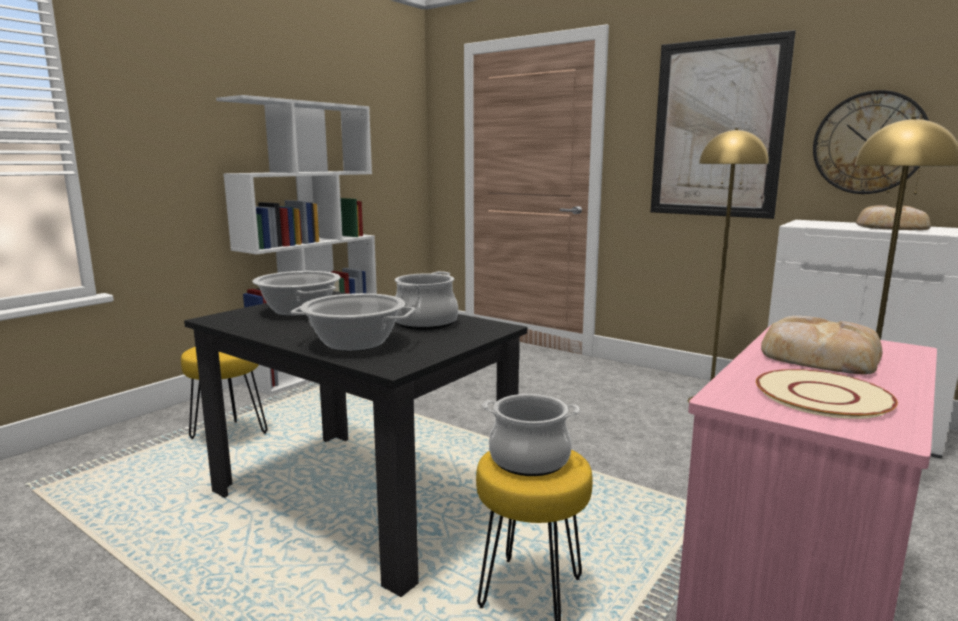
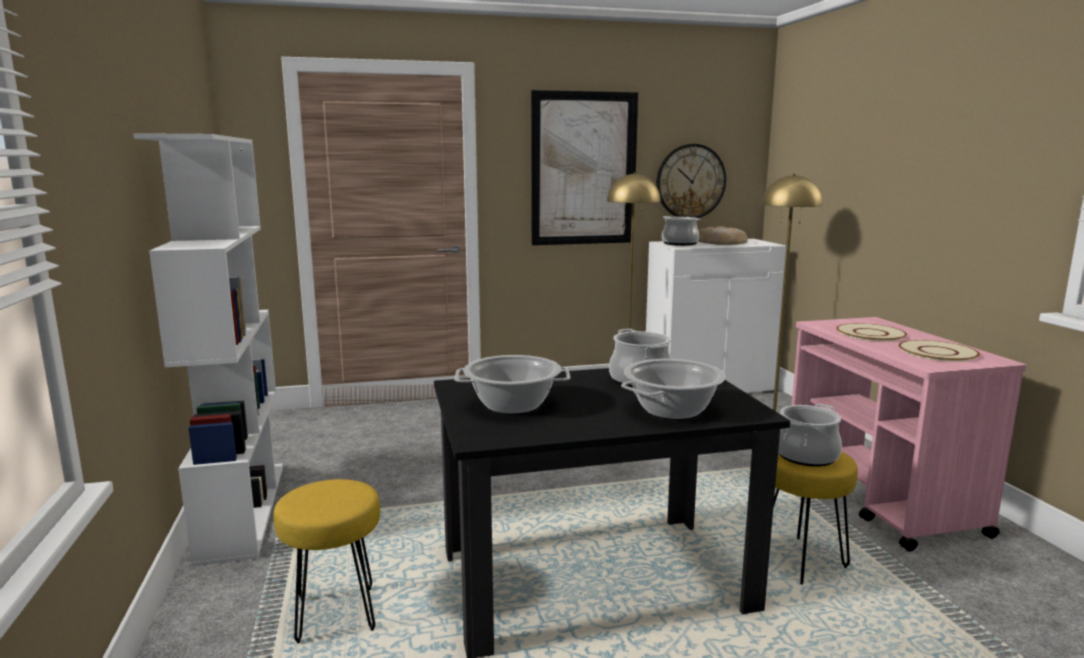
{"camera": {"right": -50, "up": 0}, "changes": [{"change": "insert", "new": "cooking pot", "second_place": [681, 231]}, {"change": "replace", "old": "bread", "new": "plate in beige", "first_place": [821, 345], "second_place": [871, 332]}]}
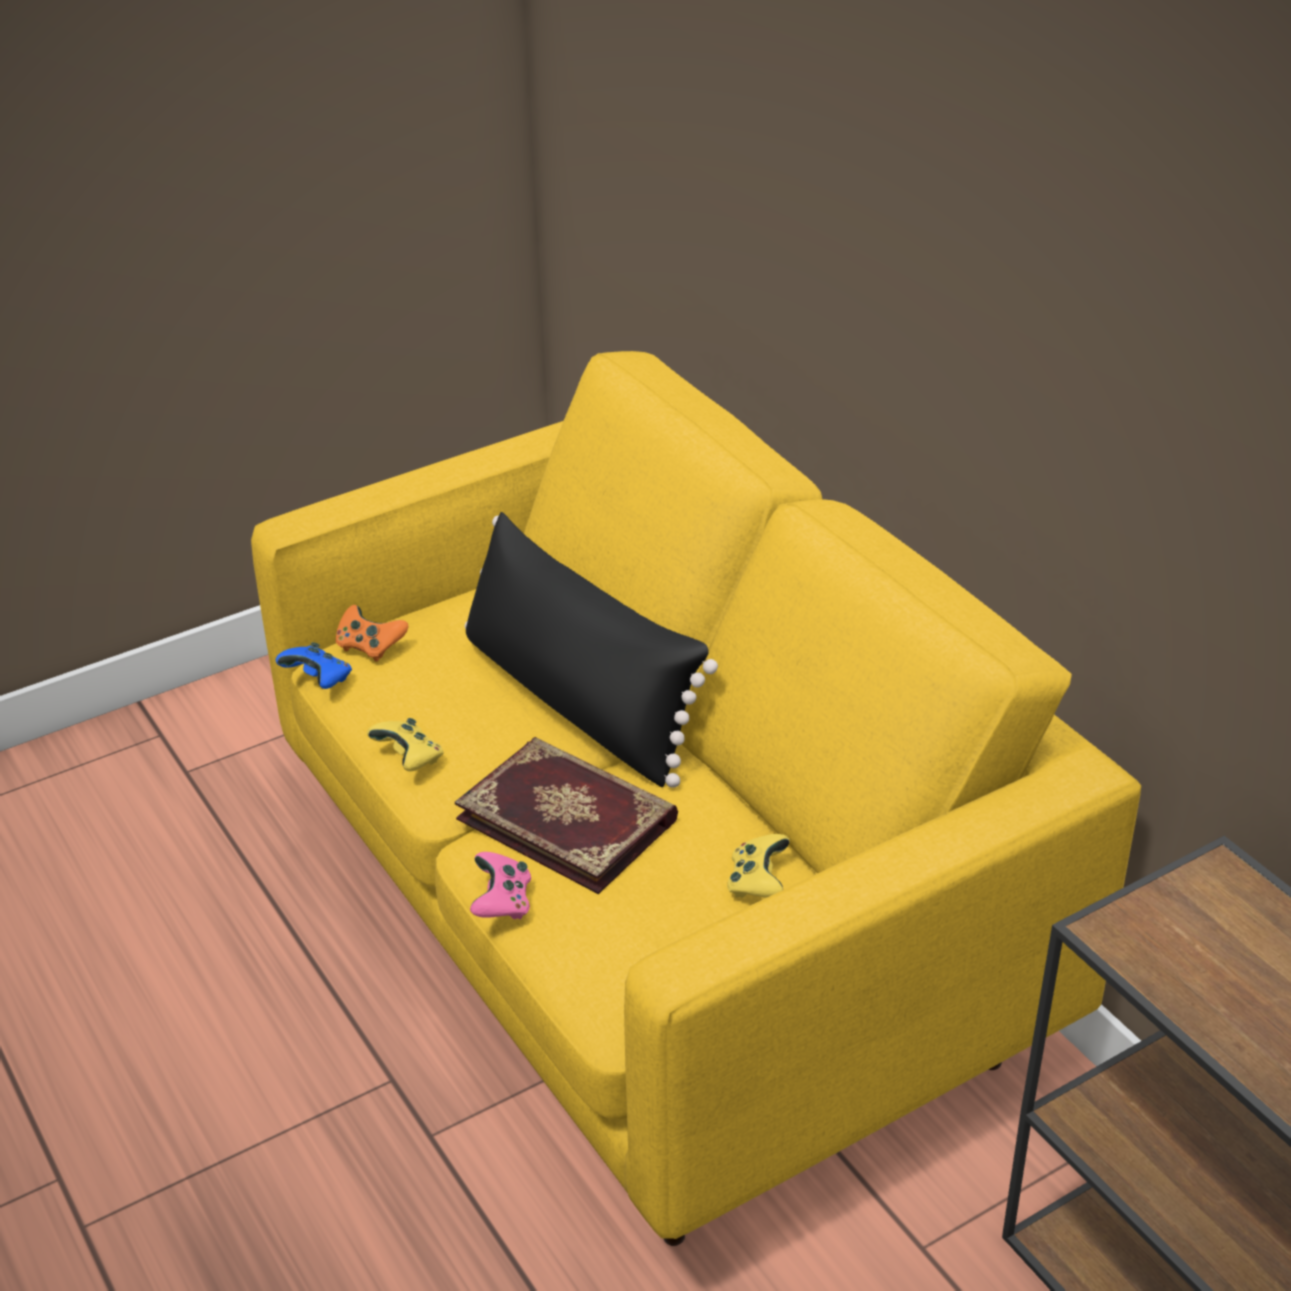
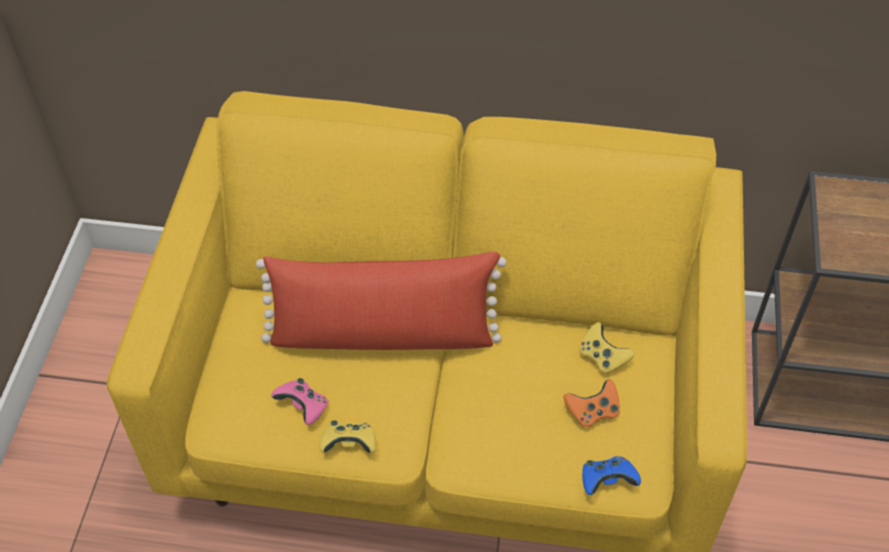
{"camera": {"right": -50, "up": 15}, "changes": [{"change": "recolor", "old": "pillow in black", "new": "pillow in red", "first_place": [591, 650], "second_place": [381, 301]}, {"change": "move", "old": "game controller in pink", "first_place": [500, 886], "second_place": [300, 401]}, {"change": "move", "old": "game controller in orange", "first_place": [372, 633], "second_place": [592, 403]}, {"change": "move", "old": "game controller in blue", "first_place": [314, 665], "second_place": [611, 475]}, {"change": "delete", "old": "book", "first_place": [566, 815]}]}
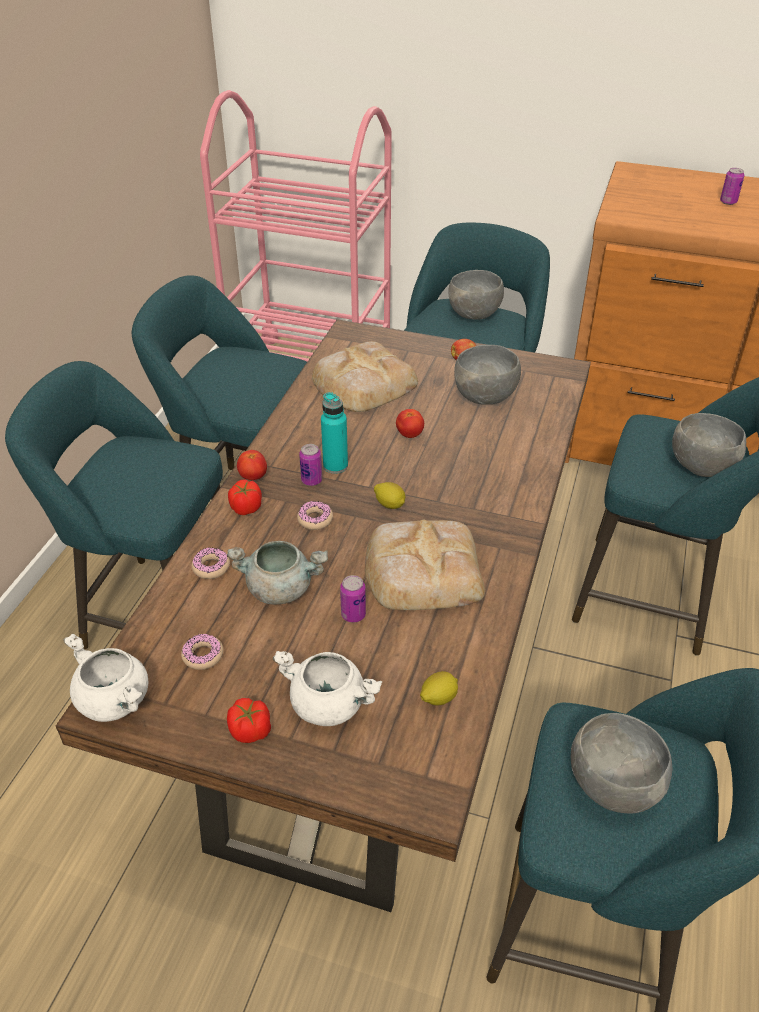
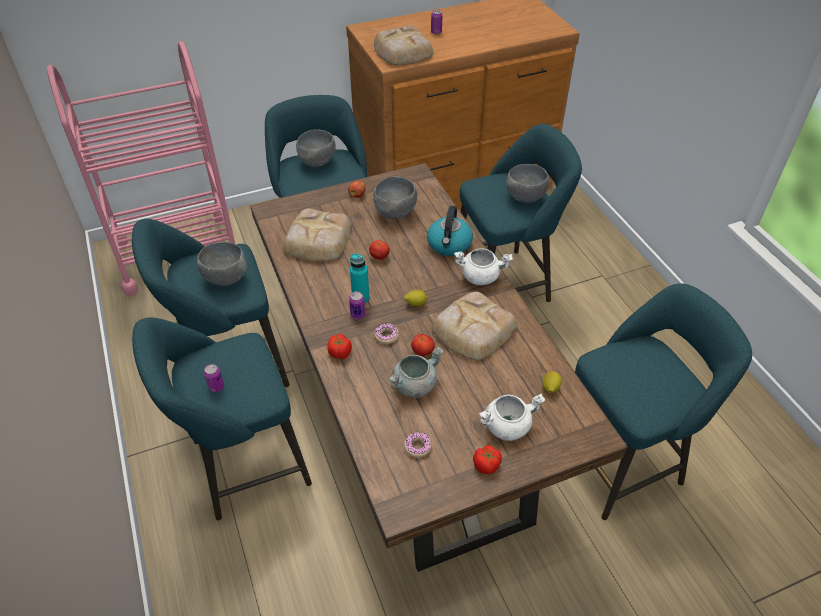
{"camera": {"right": -40, "up": 5}, "changes": [{"change": "move", "old": "bowl in grey", "first_place": [621, 763], "second_place": [222, 264]}, {"change": "move", "old": "can", "first_place": [353, 599], "second_place": [214, 378]}, {"change": "insert", "new": "bread", "second_place": [404, 45]}, {"change": "move", "old": "tomato", "first_place": [252, 465], "second_place": [423, 345]}, {"change": "insert", "new": "kettle", "second_place": [450, 231]}, {"change": "move", "old": "cooking pot in white", "first_place": [105, 678], "second_place": [483, 266]}, {"change": "delete", "old": "donut", "first_place": [211, 563]}]}
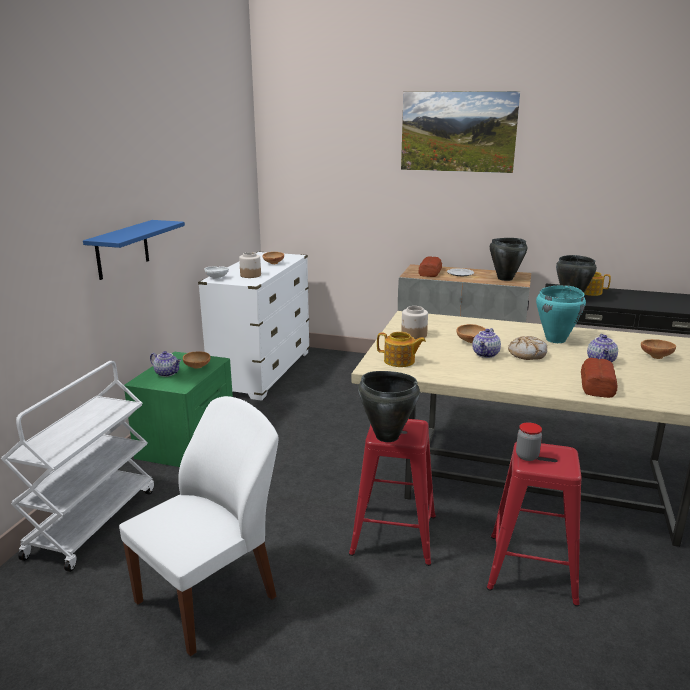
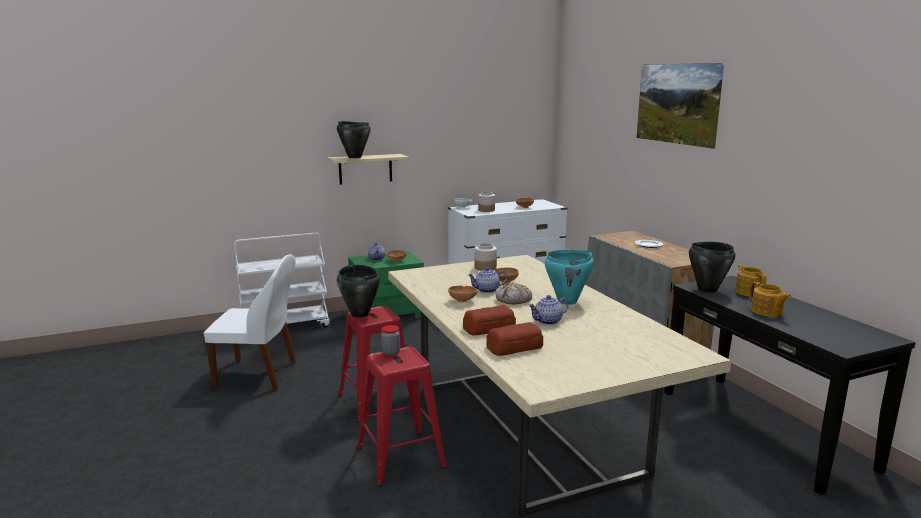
{"camera": {"right": 50, "up": -5}, "changes": [{"change": "recolor", "old": "shelf in blue", "new": "shelf in beige", "first_place": [134, 250], "second_place": [368, 169]}, {"change": "move", "old": "cooking pot in black", "first_place": [508, 259], "second_place": [354, 139]}, {"change": "move", "old": "bowl in brown", "first_place": [658, 349], "second_place": [462, 294]}, {"change": "move", "old": "bread", "first_place": [430, 266], "second_place": [514, 339]}, {"change": "move", "old": "teapot", "first_place": [401, 349], "second_place": [770, 299]}]}
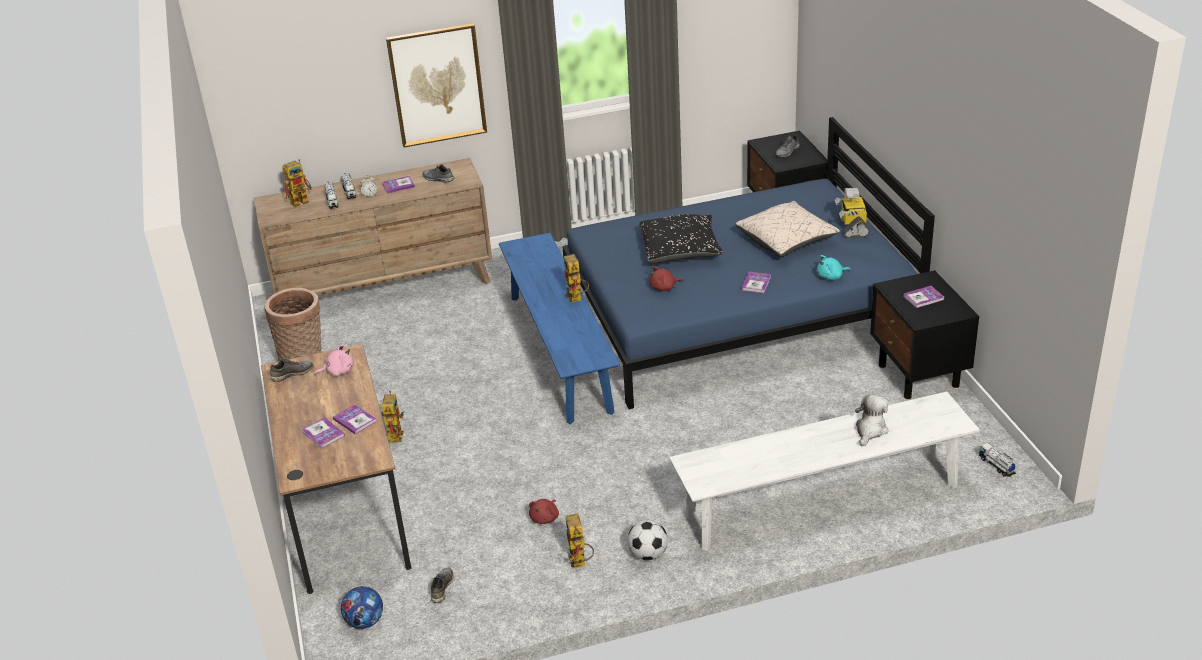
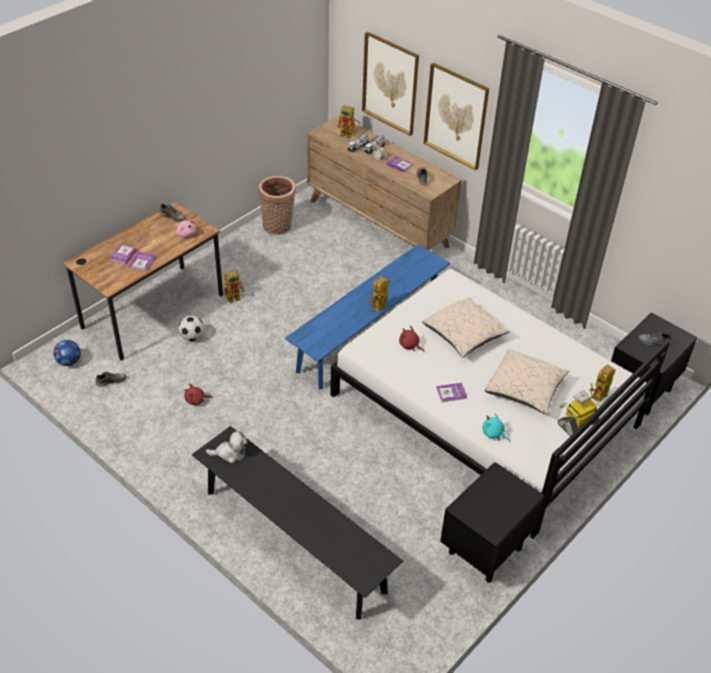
{"camera": {"right": 55, "up": 10}, "changes": [{"change": "move", "old": "football", "first_place": [648, 540], "second_place": [191, 328]}, {"change": "recolor", "old": "bench in white", "new": "bench in black", "first_place": [824, 471], "second_place": [297, 523]}, {"change": "move", "old": "plush toy", "first_place": [871, 420], "second_place": [227, 447]}, {"change": "recolor", "old": "bed in blue", "new": "bed in white", "first_place": [748, 263], "second_place": [500, 404]}, {"change": "insert", "new": "picture", "second_place": [390, 84]}, {"change": "recolor", "old": "pillow in black", "new": "pillow in beige", "first_place": [681, 239], "second_place": [466, 328]}, {"change": "move", "old": "toy robot", "first_place": [580, 540], "second_place": [602, 383]}, {"change": "delete", "old": "book", "first_place": [923, 297]}, {"change": "delete", "old": "toy truck", "first_place": [997, 460]}]}
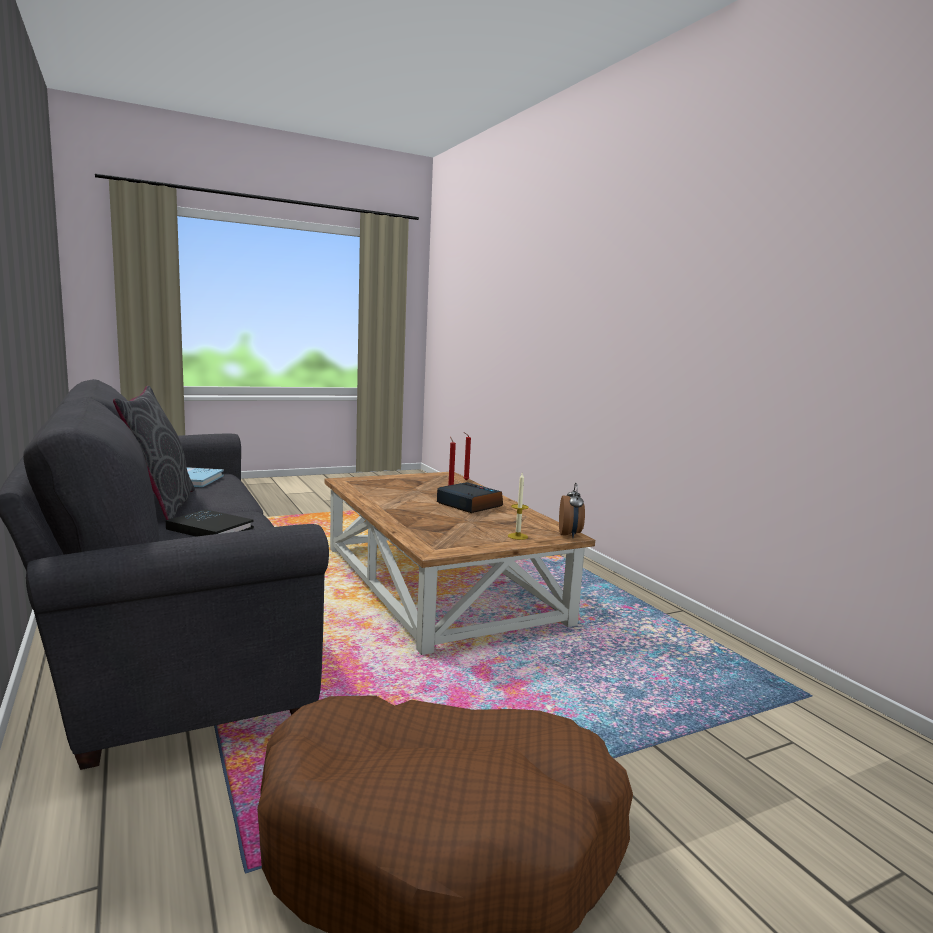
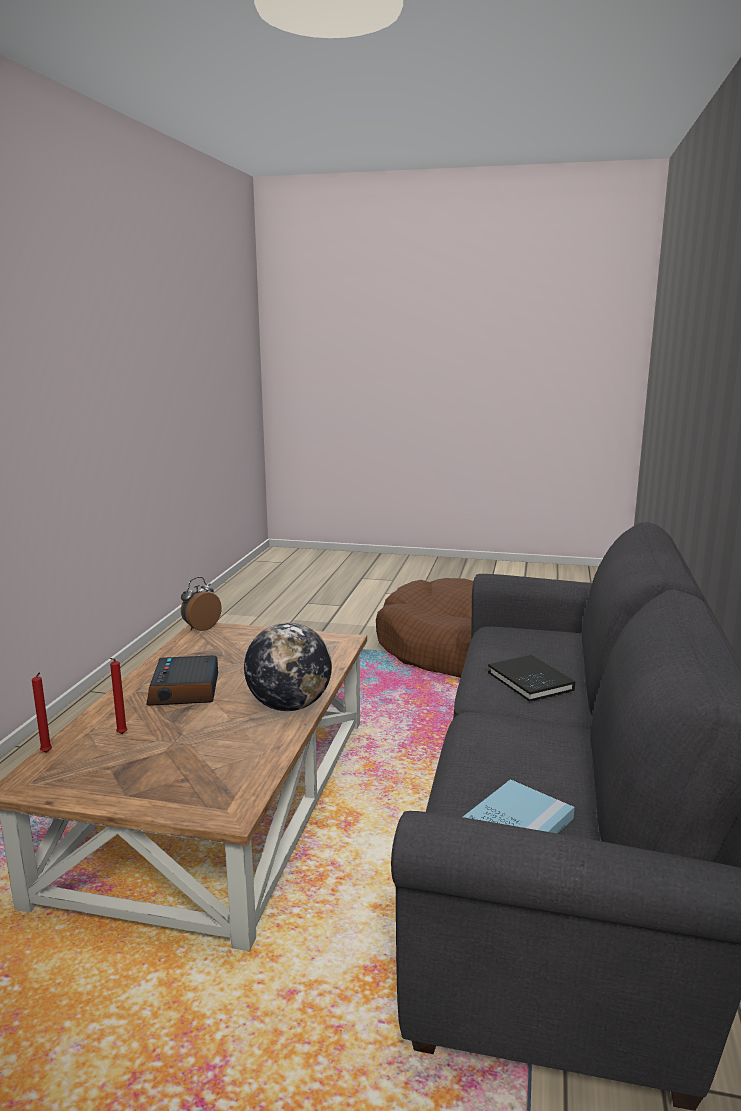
{"camera": {"right": -140, "up": 5}, "changes": [{"change": "insert", "new": "globe", "second_place": [288, 667]}, {"change": "delete", "old": "pillow in grey", "first_place": [154, 453]}, {"change": "delete", "old": "candle", "first_place": [518, 506]}]}
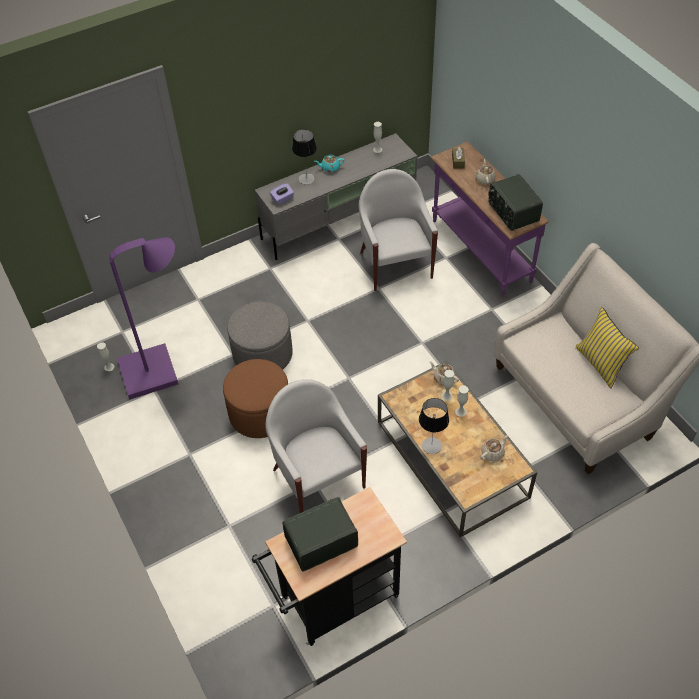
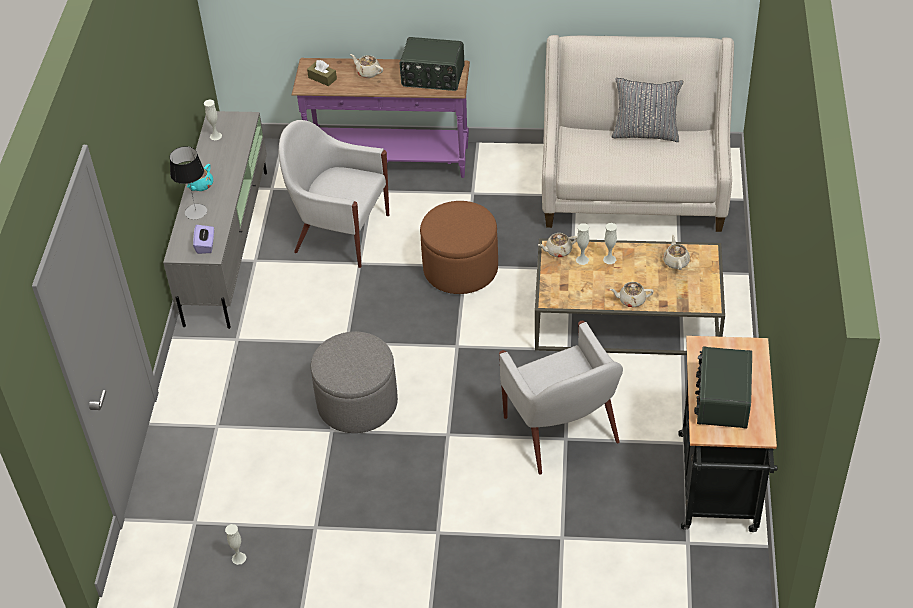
{"camera": {"right": -55, "up": -5}, "changes": [{"change": "move", "old": "ottoman in brown", "first_place": [255, 398], "second_place": [459, 247]}, {"change": "rotate", "old": "armchair in white", "first_place": [316, 446], "second_place": [561, 398], "degrees": -120}, {"change": "replace", "old": "table lamp", "new": "teapot in beige", "first_place": [434, 426], "second_place": [632, 294]}, {"change": "recolor", "old": "pillow in yellow", "new": "pillow in grey", "first_place": [607, 348], "second_place": [648, 110]}, {"change": "delete", "old": "floor lamp in purple", "first_place": [143, 318]}]}
